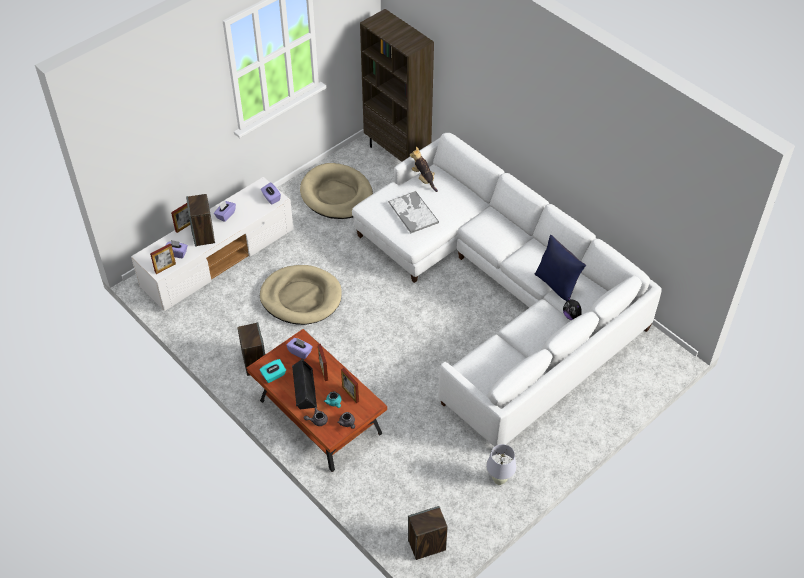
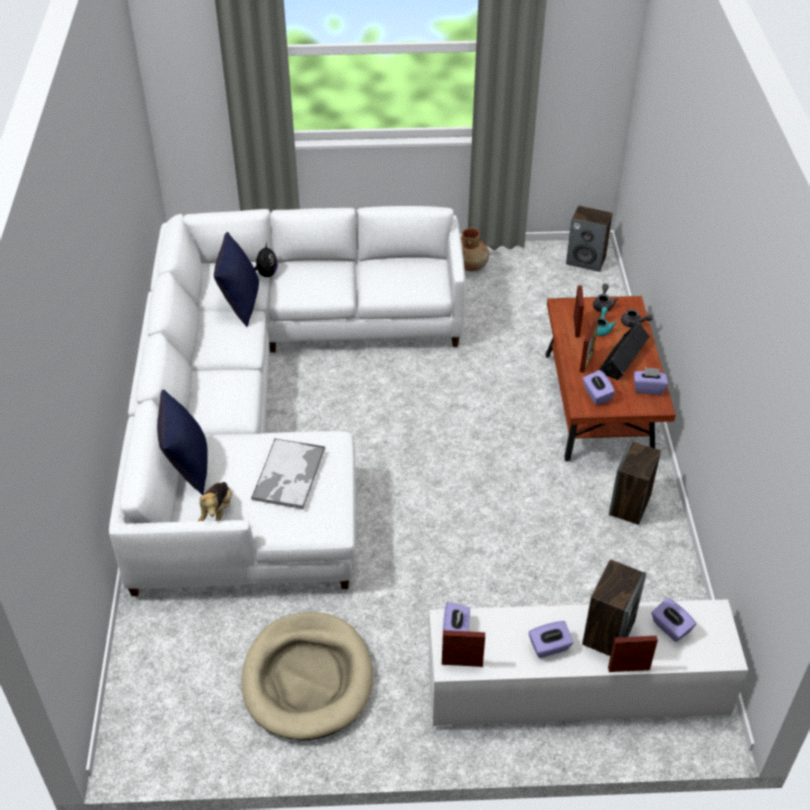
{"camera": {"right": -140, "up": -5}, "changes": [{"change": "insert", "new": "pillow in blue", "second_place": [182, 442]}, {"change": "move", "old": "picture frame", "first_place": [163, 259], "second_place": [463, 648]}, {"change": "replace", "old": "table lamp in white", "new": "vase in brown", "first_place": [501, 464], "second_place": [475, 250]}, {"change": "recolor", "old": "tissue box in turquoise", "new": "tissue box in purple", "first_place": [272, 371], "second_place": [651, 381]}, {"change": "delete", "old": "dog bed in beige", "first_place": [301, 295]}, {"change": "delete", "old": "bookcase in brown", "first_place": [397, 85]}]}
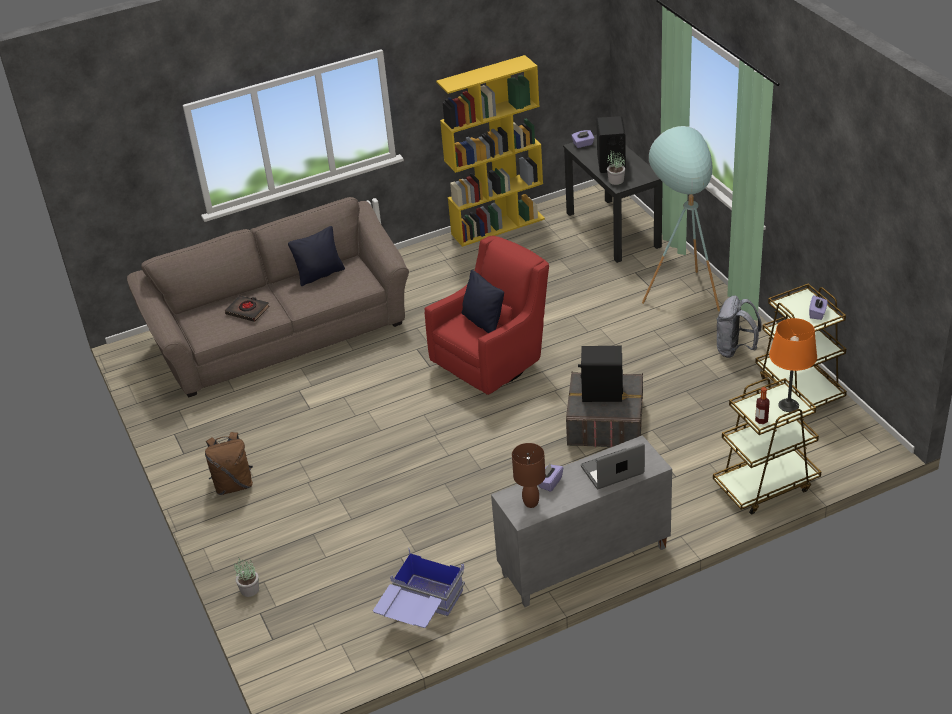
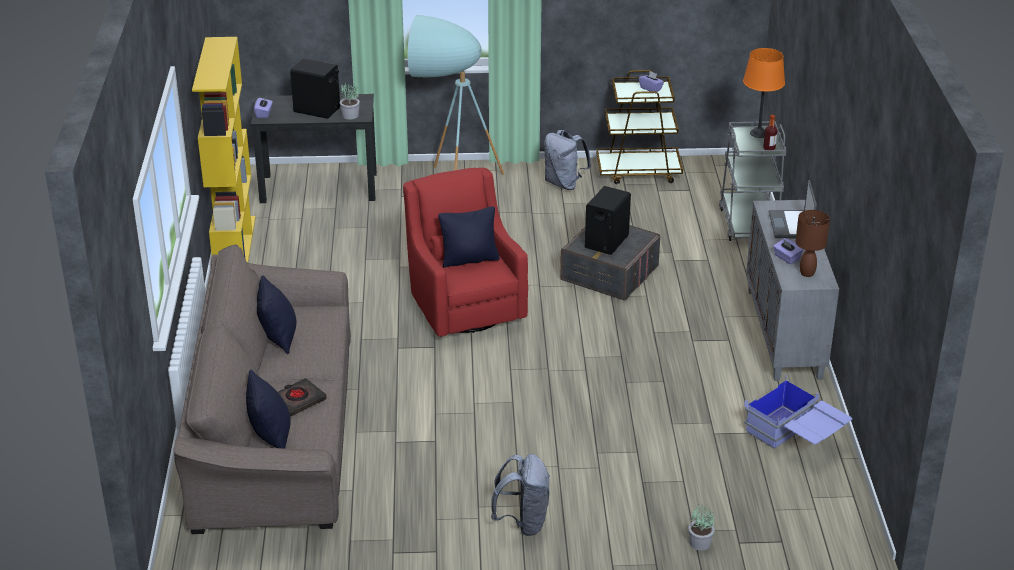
{"camera": {"right": -70, "up": -5}, "changes": [{"change": "insert", "new": "pillow in black", "second_place": [268, 409]}, {"change": "recolor", "old": "backpack in brown", "new": "backpack in grey", "first_place": [229, 463], "second_place": [520, 495]}, {"change": "recolor", "old": "cart in brown", "new": "cart in grey", "first_place": [767, 446], "second_place": [752, 181]}]}
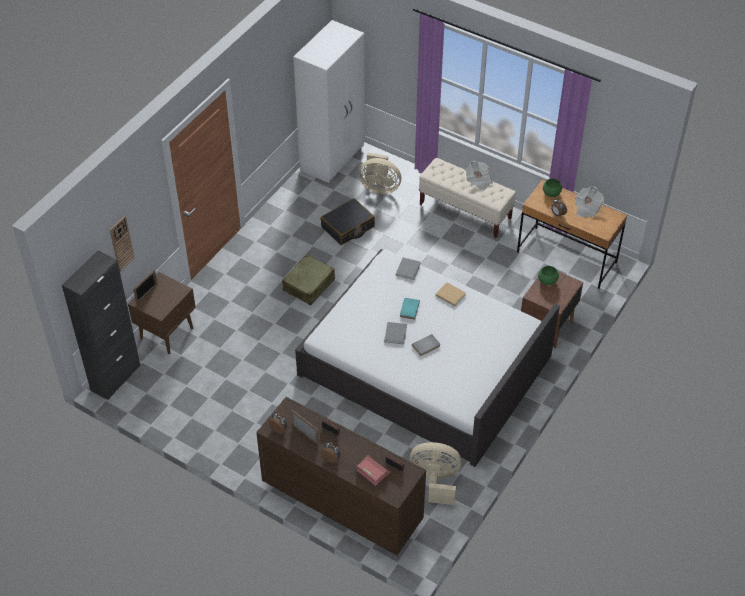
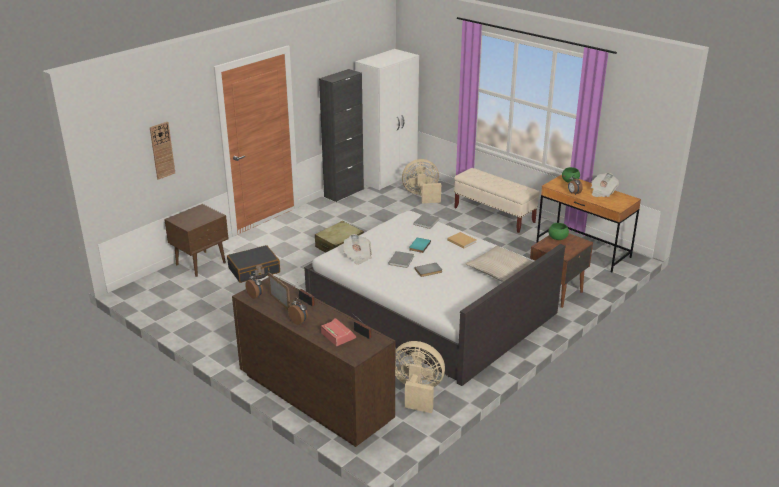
{"camera": {"right": 10, "up": -20}, "changes": [{"change": "move", "old": "suitcase in black", "first_place": [348, 221], "second_place": [253, 264]}, {"change": "move", "old": "cabinet in black", "first_place": [101, 325], "second_place": [341, 135]}, {"change": "move", "old": "newspaper", "first_place": [479, 176], "second_place": [357, 249]}, {"change": "rotate", "old": "fan in beige", "first_place": [380, 173], "second_place": [421, 181], "degrees": 150}, {"change": "insert", "new": "pillow in beige", "second_place": [499, 263]}, {"change": "delete", "old": "picture frame", "first_place": [145, 287]}]}
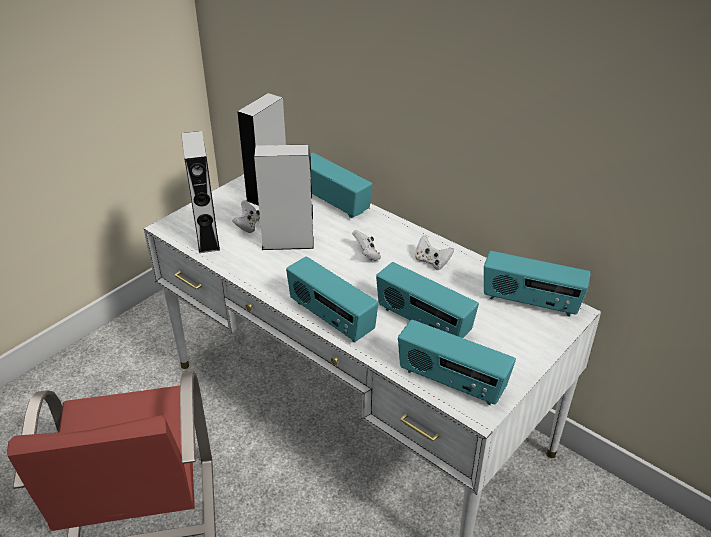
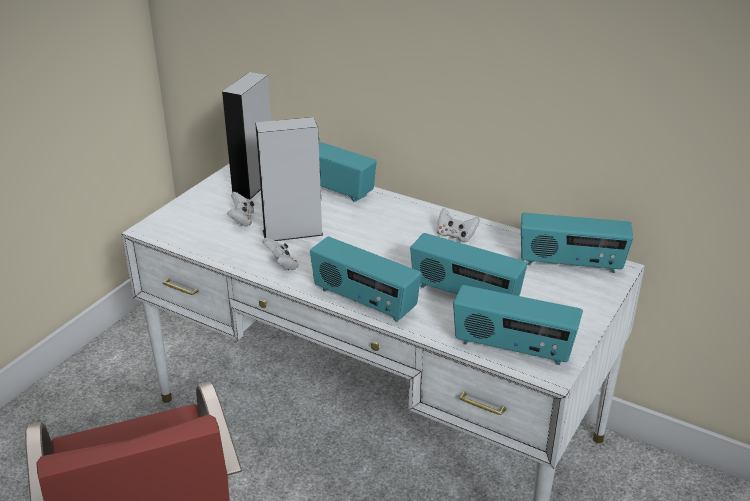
{"camera": {"right": -10, "up": -5}, "changes": [{"change": "move", "old": "game controller in white", "first_place": [366, 245], "second_place": [280, 254]}, {"change": "delete", "old": "speaker in grey", "first_place": [200, 192]}]}
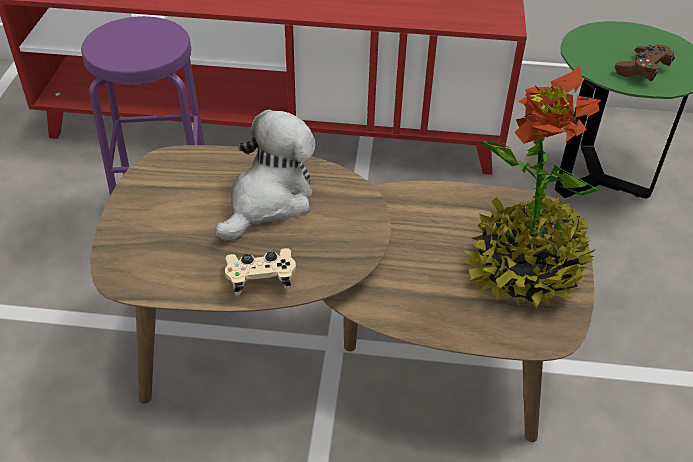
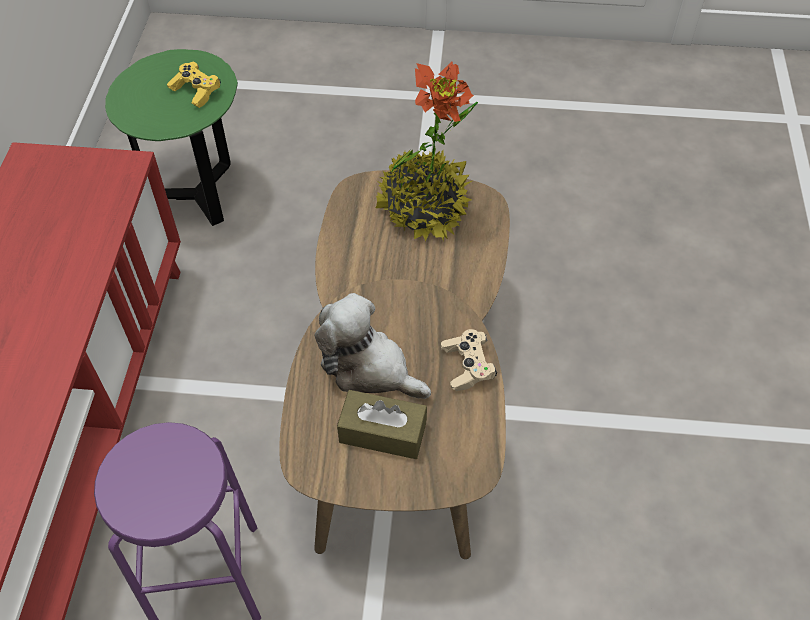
{"camera": {"right": -90, "up": 10}, "changes": [{"change": "recolor", "old": "game controller in brown", "new": "game controller in yellow", "first_place": [645, 62], "second_place": [194, 85]}, {"change": "insert", "new": "tissue box in brown", "second_place": [382, 424]}]}
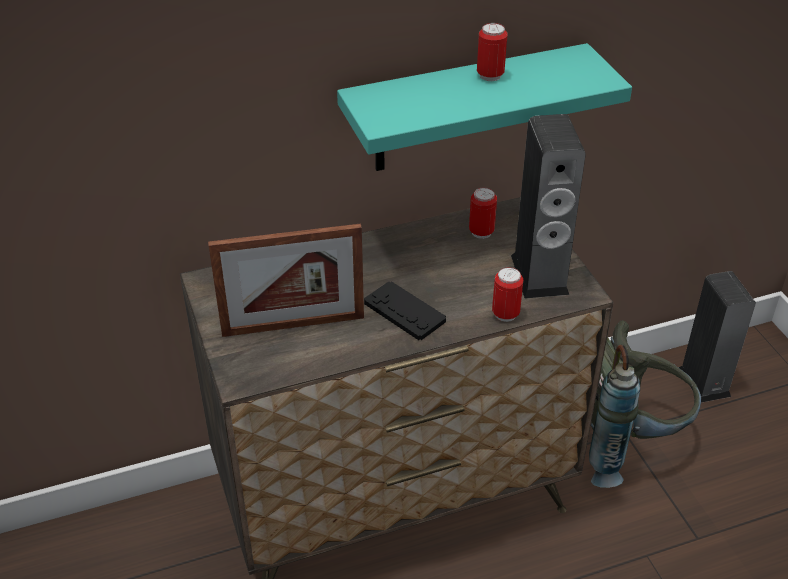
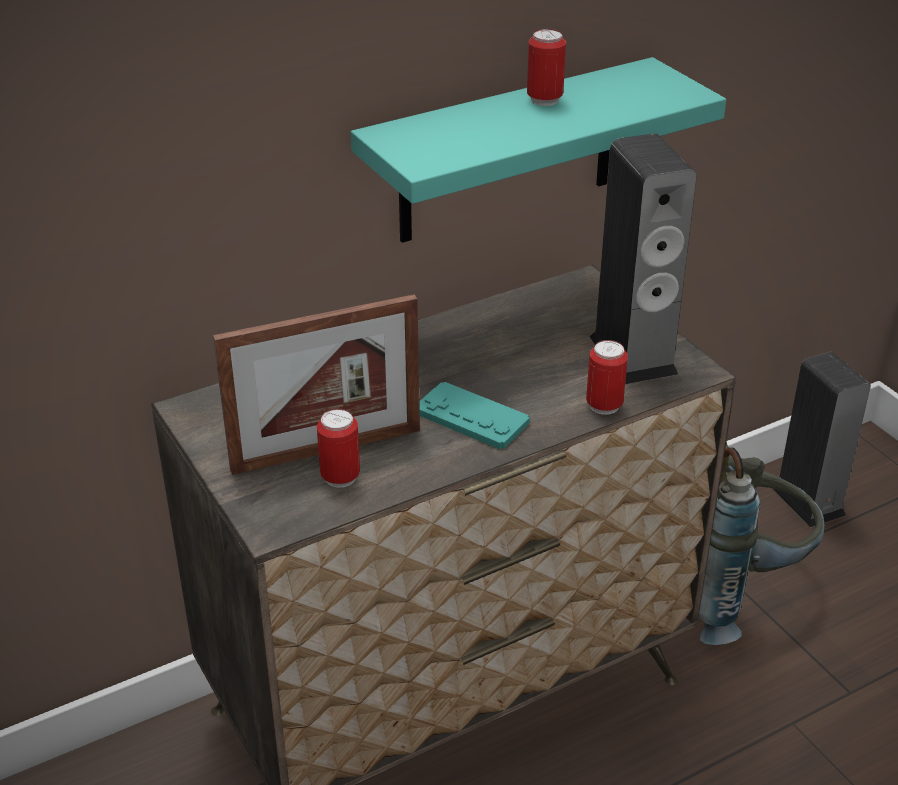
{"camera": {"right": -10, "up": -5}, "changes": [{"change": "move", "old": "can", "first_place": [483, 213], "second_place": [338, 448]}, {"change": "recolor", "old": "game controller in black", "new": "game controller in turquoise", "first_place": [405, 310], "second_place": [474, 415]}]}
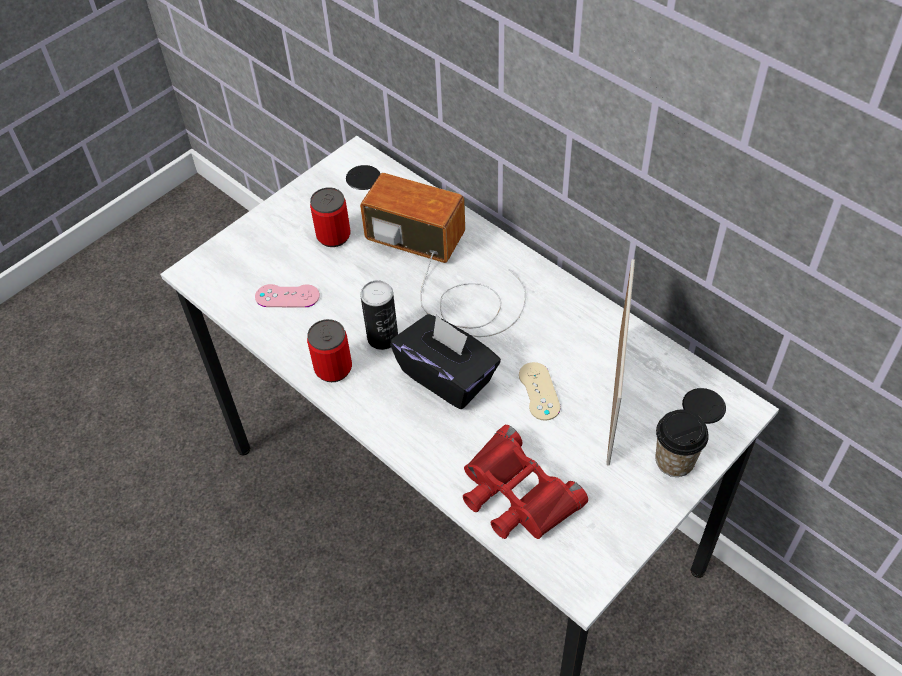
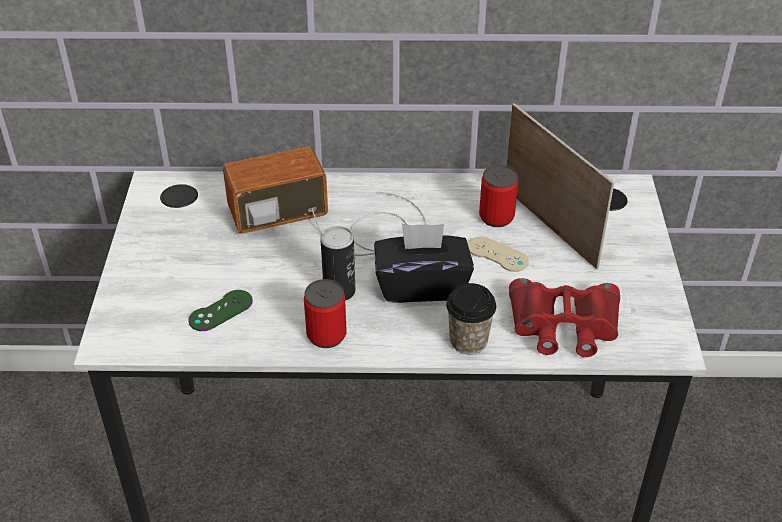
{"camera": {"right": -45, "up": -10}, "changes": [{"change": "recolor", "old": "game controller in pink", "new": "game controller in green", "first_place": [287, 296], "second_place": [220, 310]}, {"change": "move", "old": "cup", "first_place": [682, 443], "second_place": [471, 318]}, {"change": "move", "old": "can", "first_place": [330, 217], "second_place": [498, 196]}]}
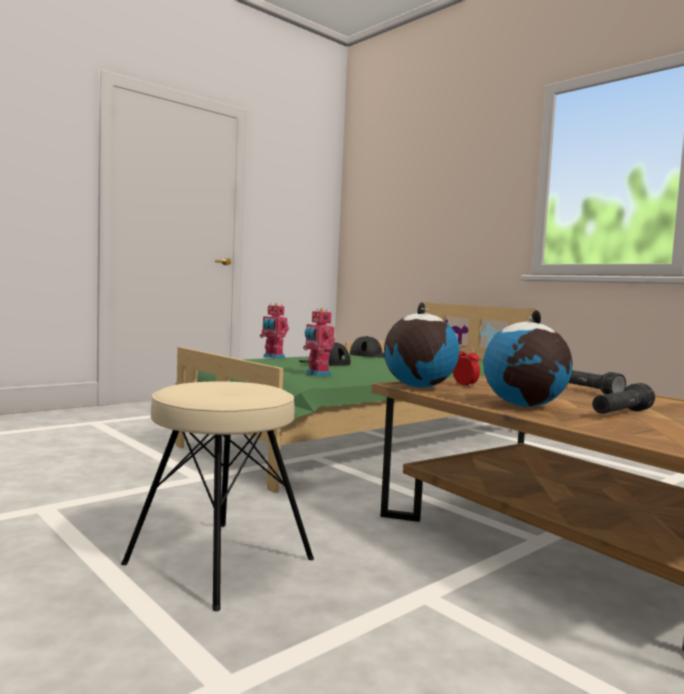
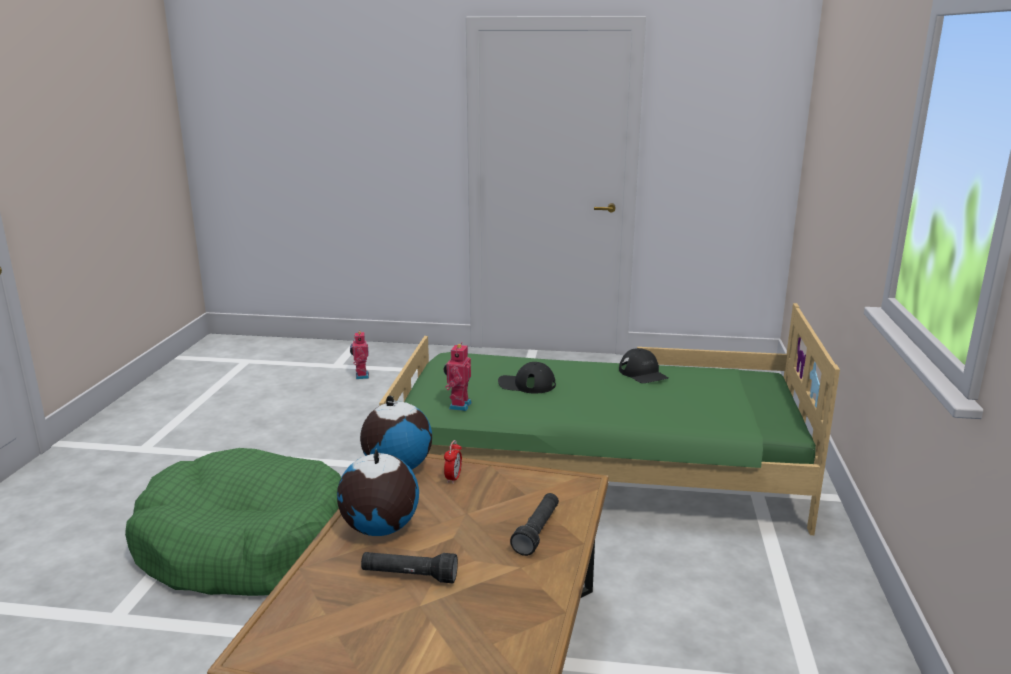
{"camera": {"right": 50, "up": 15}, "changes": [{"change": "replace", "old": "stool in beige", "new": "dog bed in green", "first_place": [217, 496], "second_place": [233, 522]}, {"change": "move", "old": "toy robot", "first_place": [274, 331], "second_place": [359, 354]}]}
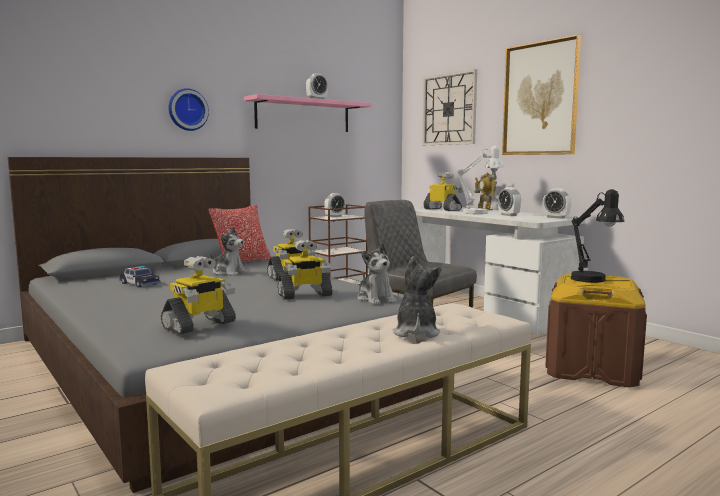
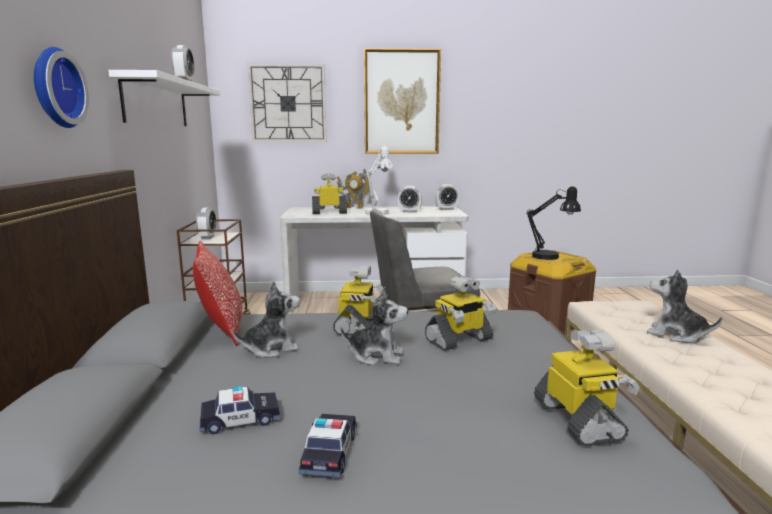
{"camera": {"right": -55, "up": 5}, "changes": [{"change": "recolor", "old": "shelf in pink", "new": "shelf in white", "first_place": [307, 113], "second_place": [164, 98]}, {"change": "insert", "new": "toy car", "second_place": [327, 446]}, {"change": "move", "old": "plush toy", "first_place": [377, 274], "second_place": [374, 326]}, {"change": "rotate", "old": "toy robot", "first_place": [305, 269], "second_place": [461, 313], "degrees": 45}]}
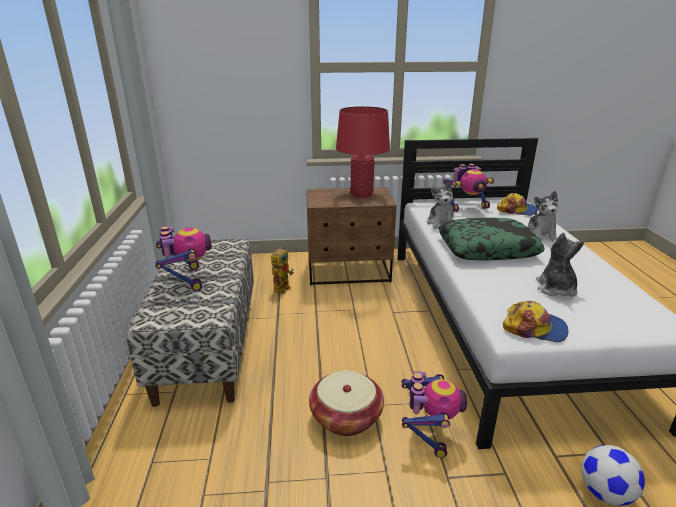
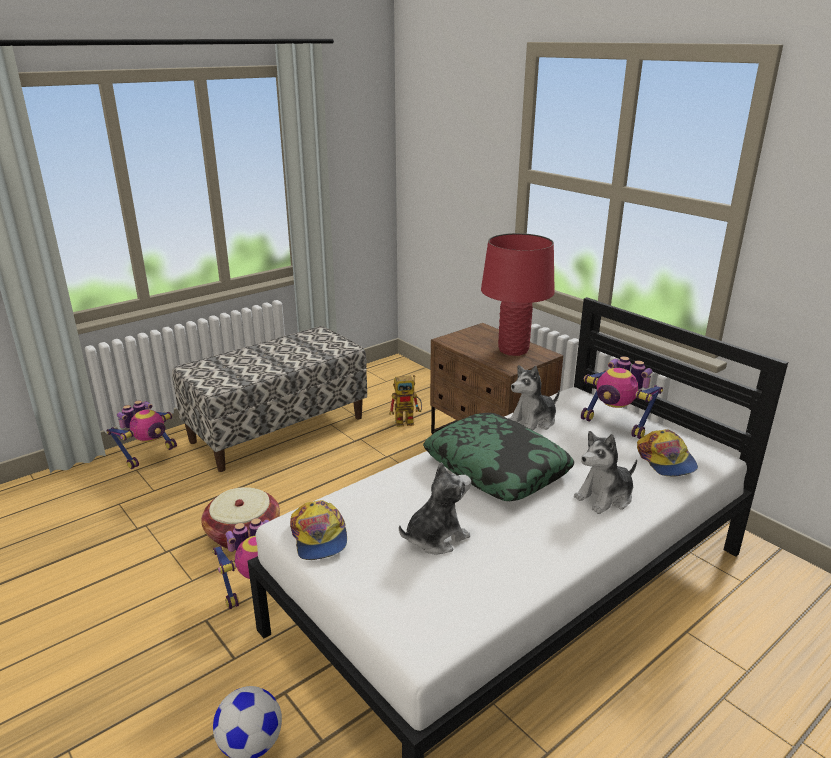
{"camera": {"right": 55, "up": 0}, "changes": [{"change": "move", "old": "toy robot", "first_place": [184, 258], "second_place": [142, 434]}]}
